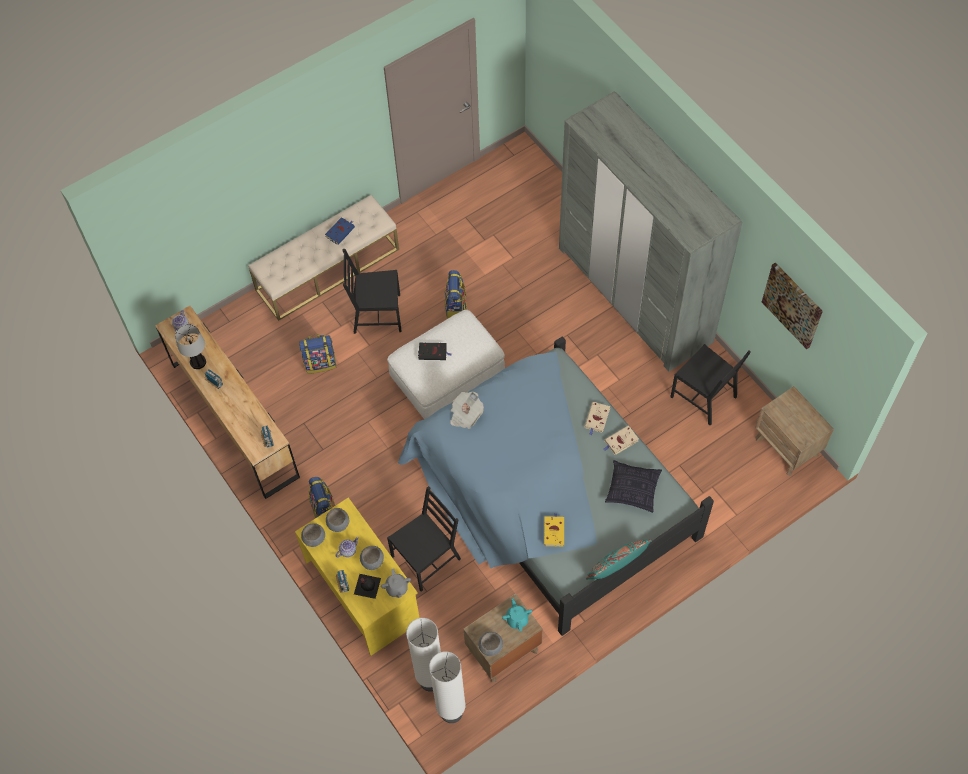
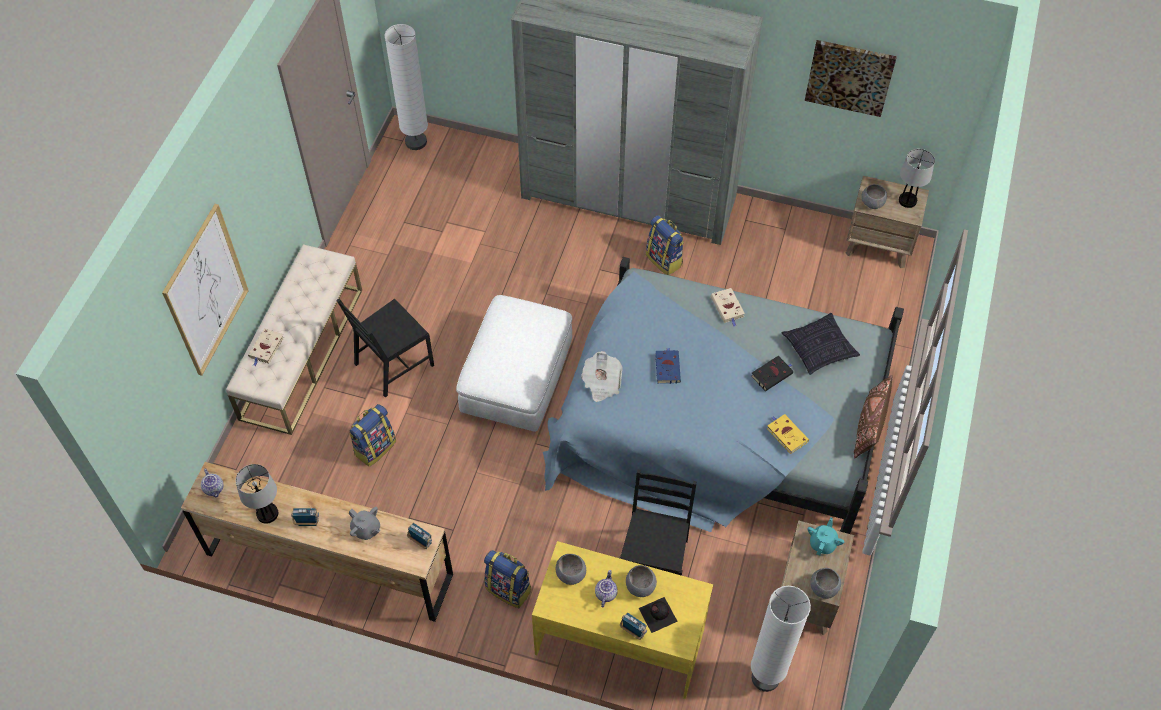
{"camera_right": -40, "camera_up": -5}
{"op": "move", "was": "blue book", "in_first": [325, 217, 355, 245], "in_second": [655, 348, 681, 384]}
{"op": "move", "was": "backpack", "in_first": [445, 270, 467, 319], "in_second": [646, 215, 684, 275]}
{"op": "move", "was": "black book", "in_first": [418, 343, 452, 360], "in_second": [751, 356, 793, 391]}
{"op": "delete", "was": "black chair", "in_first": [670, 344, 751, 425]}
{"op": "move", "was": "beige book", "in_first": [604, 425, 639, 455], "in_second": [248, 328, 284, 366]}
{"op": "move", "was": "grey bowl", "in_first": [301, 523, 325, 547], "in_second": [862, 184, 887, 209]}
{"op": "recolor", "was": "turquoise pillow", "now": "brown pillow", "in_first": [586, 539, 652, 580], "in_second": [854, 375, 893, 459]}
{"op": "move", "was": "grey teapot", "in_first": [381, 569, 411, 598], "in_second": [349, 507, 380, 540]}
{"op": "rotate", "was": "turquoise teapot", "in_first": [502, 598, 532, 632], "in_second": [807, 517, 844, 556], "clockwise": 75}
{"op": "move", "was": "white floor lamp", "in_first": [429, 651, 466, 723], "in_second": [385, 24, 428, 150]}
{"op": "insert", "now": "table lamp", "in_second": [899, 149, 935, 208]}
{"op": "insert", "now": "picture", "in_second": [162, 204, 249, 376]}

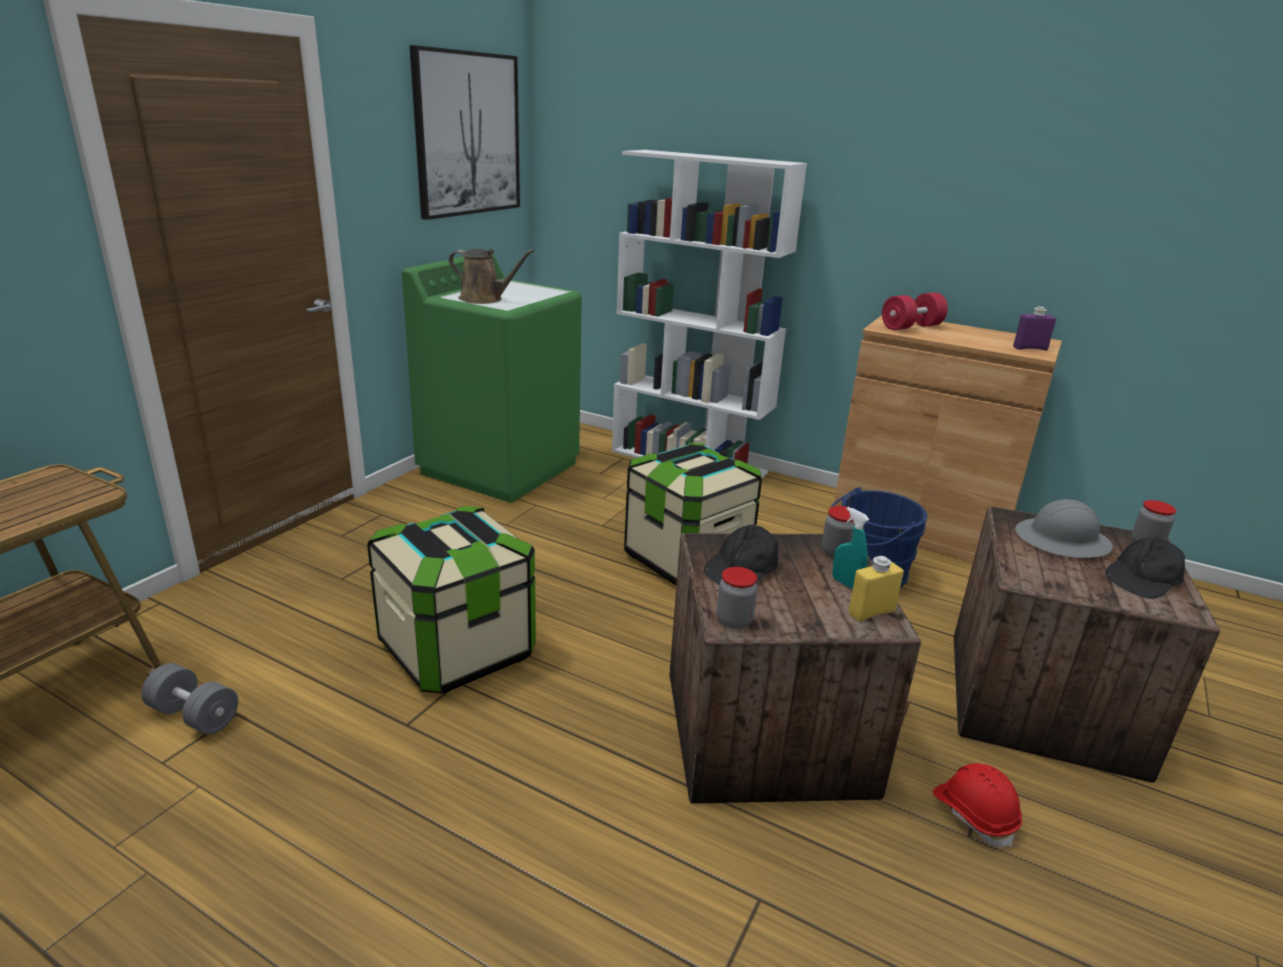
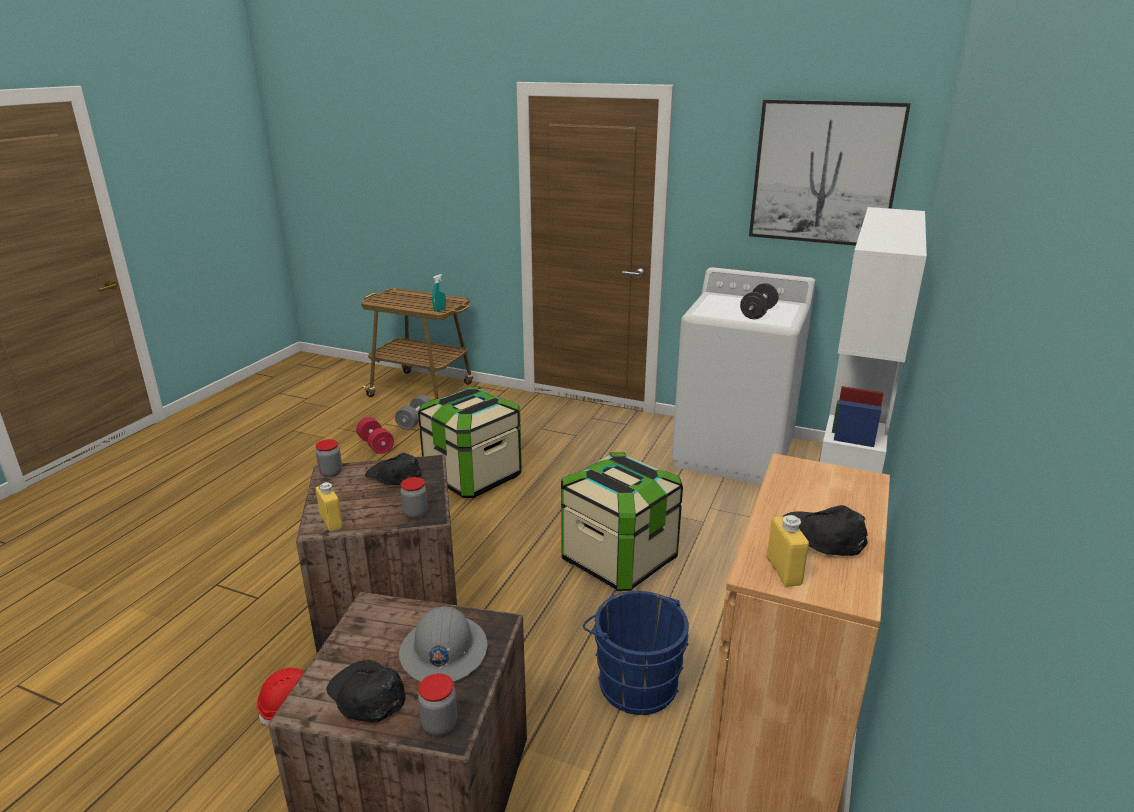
{"camera_right": 85, "camera_up": 0}
{"op": "delete", "was": "brown watering can", "in_first": [449, 249, 535, 304]}
{"op": "recolor", "was": "green washing machine", "now": "white washing machine", "in_first": [402, 254, 582, 502], "in_second": [672, 267, 816, 485]}
{"op": "move", "was": "red dumbbell", "in_first": [882, 293, 948, 330], "in_second": [356, 417, 394, 454]}
{"op": "recolor", "was": "purple bottle", "now": "yellow bottle", "in_first": [1013, 306, 1056, 351], "in_second": [767, 515, 809, 587]}
{"op": "move", "was": "turquoise spray bottle", "in_first": [832, 507, 869, 589], "in_second": [432, 274, 446, 312]}
{"op": "insert", "now": "black dumbbell", "in_second": [740, 283, 778, 319]}
{"op": "insert", "now": "black cap", "in_second": [782, 505, 868, 556]}

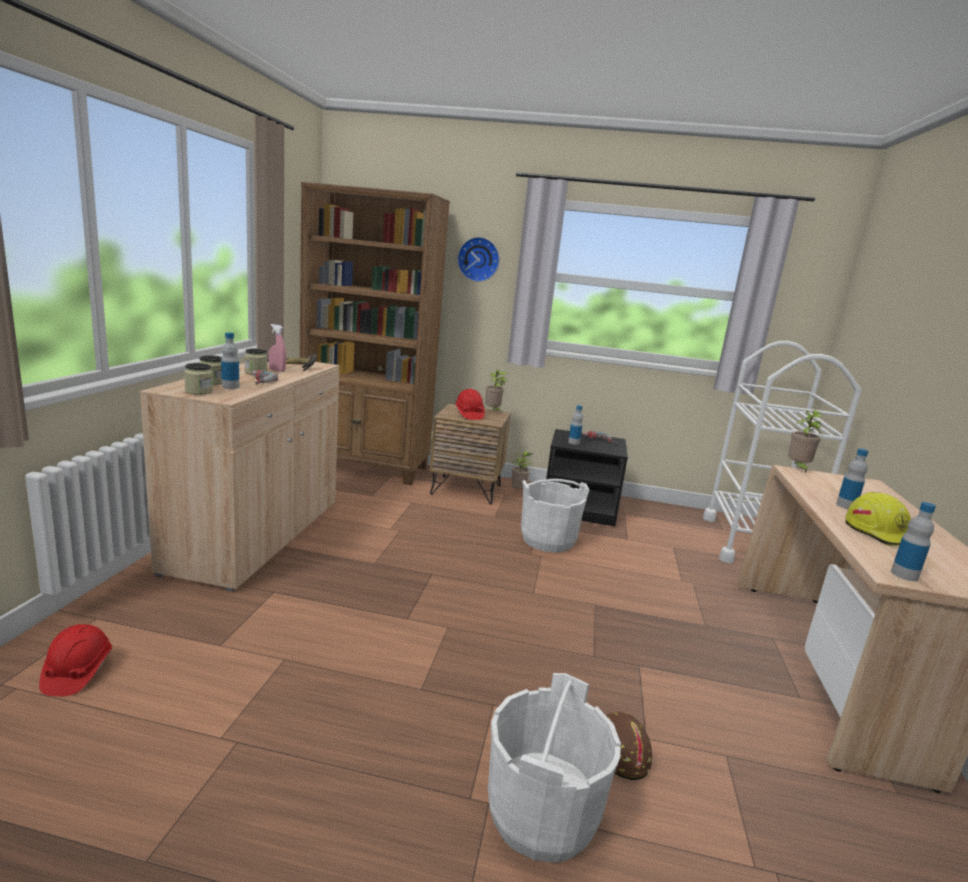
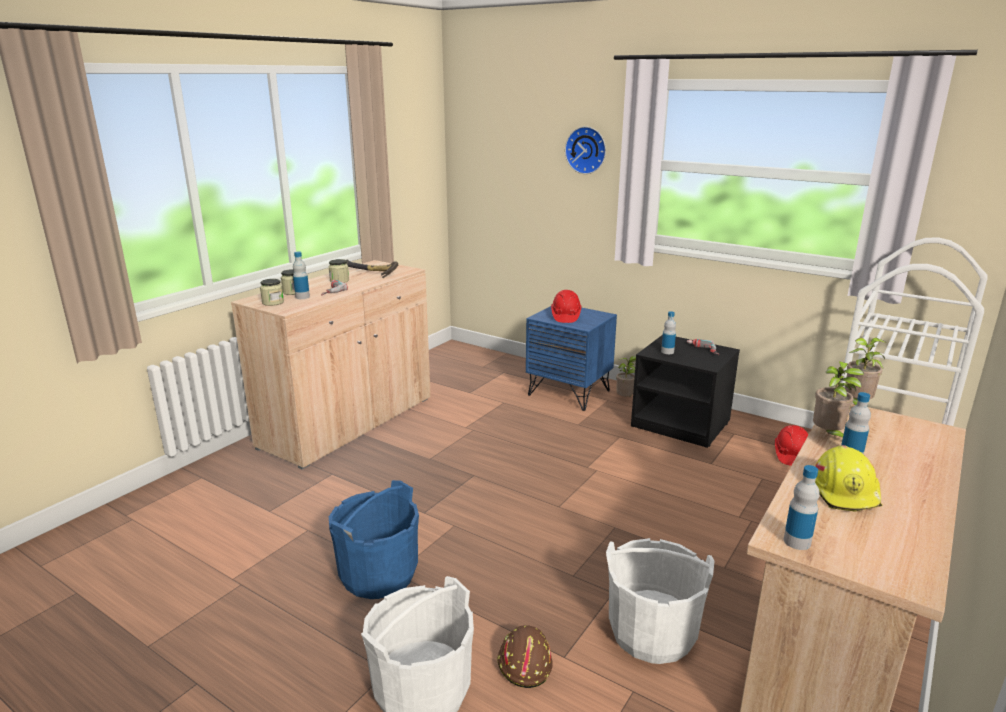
{"camera_right": 25, "camera_up": 5}
{"op": "delete", "was": "brown bookcase", "in_first": [299, 182, 450, 485]}
{"op": "delete", "was": "pink spray bottle", "in_first": [268, 324, 286, 372]}
{"op": "move", "was": "potted plant", "in_first": [485, 370, 508, 412], "in_second": [813, 361, 864, 437]}
{"op": "recolor", "was": "brown nightstand", "now": "blue nightstand", "in_first": [430, 404, 511, 504], "in_second": [526, 306, 617, 411]}
{"op": "move", "was": "white bucket", "in_first": [521, 479, 589, 553], "in_second": [606, 538, 714, 664]}
{"op": "move", "was": "red hard hat", "in_first": [39, 624, 112, 697], "in_second": [775, 425, 808, 466]}
{"op": "insert", "now": "blue bucket", "in_second": [329, 480, 419, 599]}

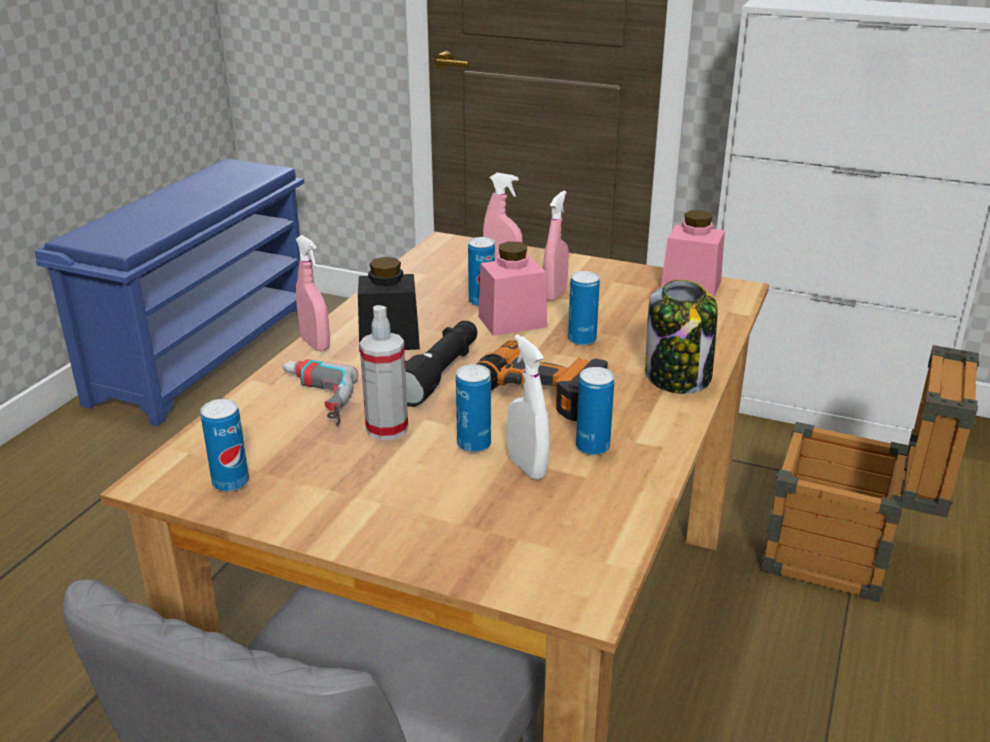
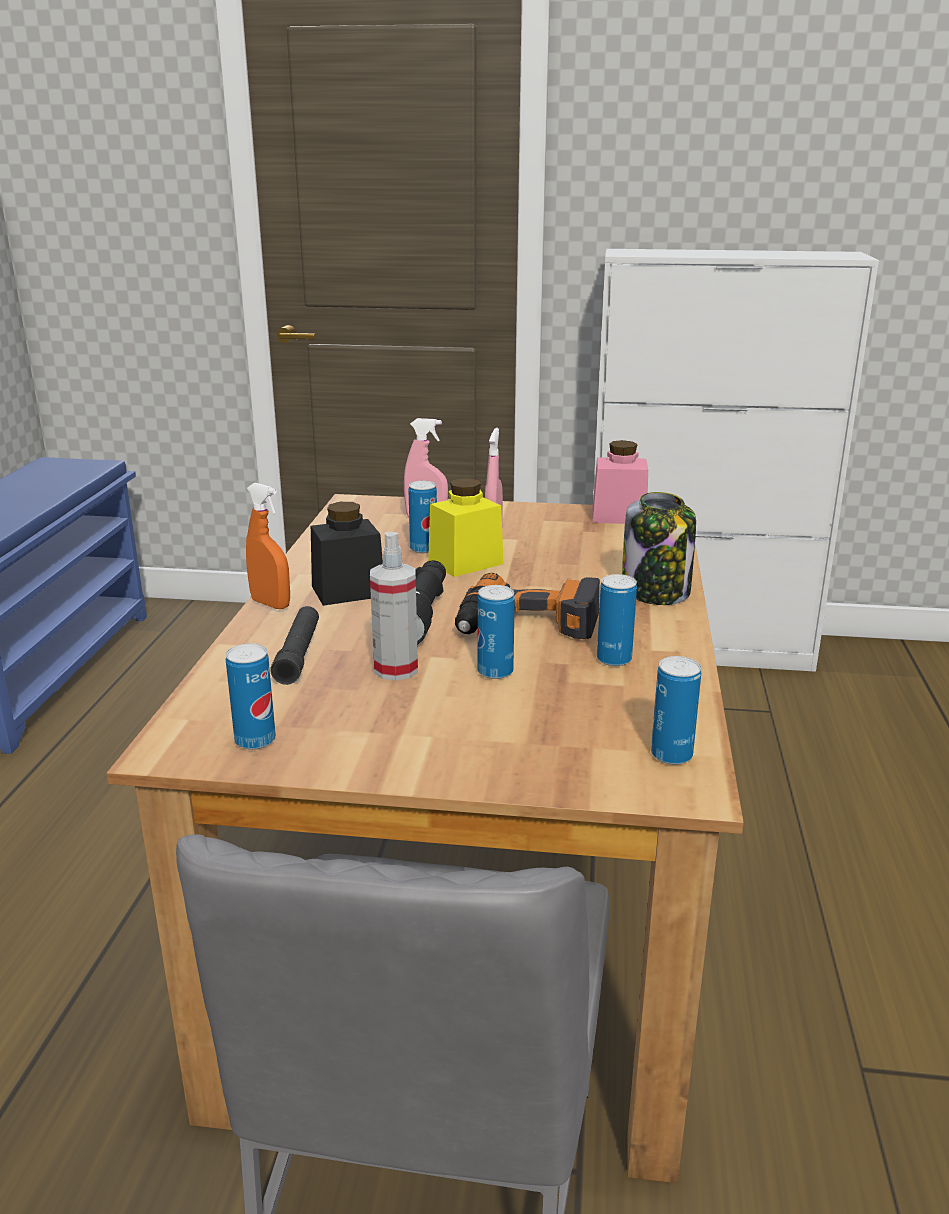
{"camera_right": -15, "camera_up": -5}
{"op": "recolor", "was": "pink spray bottle", "now": "orange spray bottle", "in_first": [296, 235, 330, 351], "in_second": [246, 483, 290, 609]}
{"op": "recolor", "was": "pink jar", "now": "yellow jar", "in_first": [478, 242, 547, 336], "in_second": [428, 478, 504, 577]}
{"op": "move", "was": "can", "in_first": [568, 271, 600, 346], "in_second": [651, 656, 701, 765]}
{"op": "delete", "was": "white spray bottle", "in_first": [507, 334, 550, 480]}
{"op": "delete", "was": "crate", "in_first": [762, 345, 980, 602]}
{"op": "replace", "was": "power drill", "now": "black flashlight", "in_first": [282, 359, 358, 426], "in_second": [270, 606, 319, 685]}

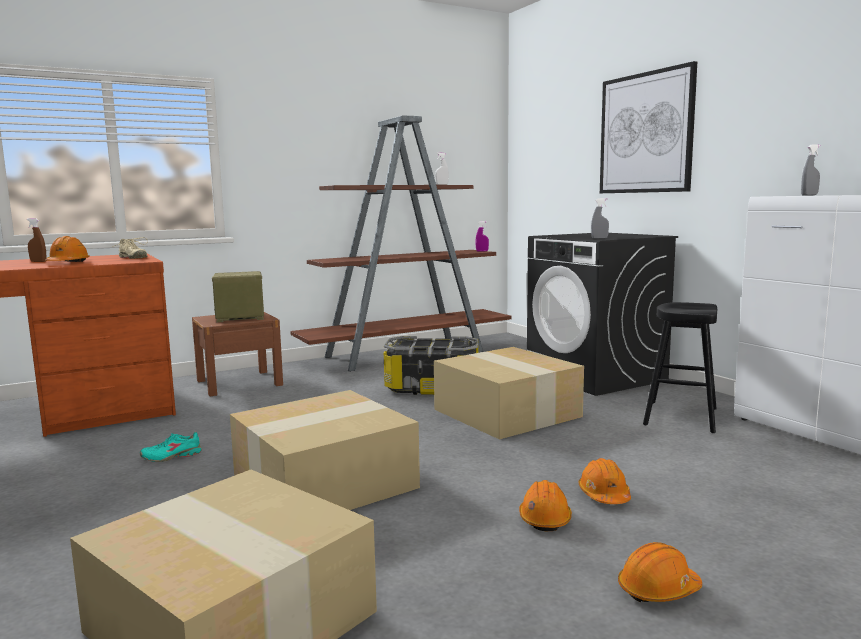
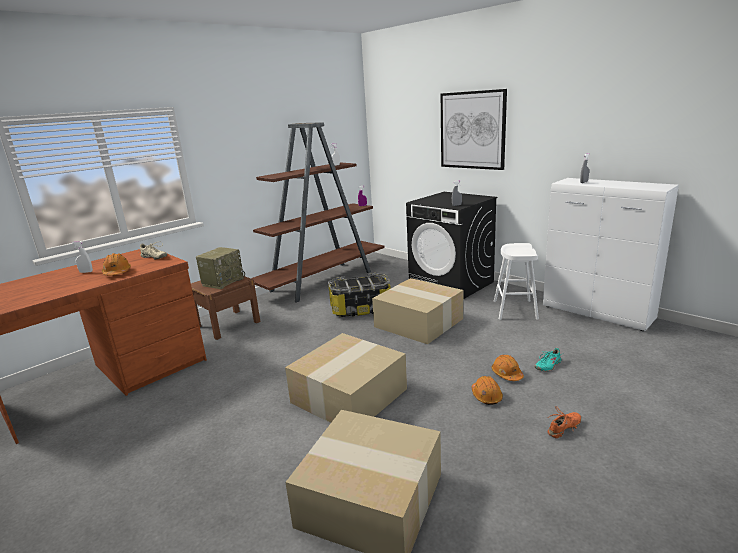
{"camera_right": -15, "camera_up": 10}
{"op": "recolor", "was": "brown spray bottle", "now": "white spray bottle", "in_first": [27, 218, 47, 262], "in_second": [72, 241, 93, 273]}
{"op": "rotate", "was": "radio", "in_first": [212, 271, 264, 322], "in_second": [196, 247, 245, 289], "clockwise": 150}
{"op": "recolor", "was": "black stool", "now": "white stool", "in_first": [643, 302, 717, 433], "in_second": [494, 243, 539, 320]}
{"op": "move", "was": "turquoise shoe", "in_first": [140, 431, 202, 462], "in_second": [534, 348, 562, 371]}
{"op": "replace", "was": "orange hard hat", "now": "orange shoe", "in_first": [618, 542, 702, 602], "in_second": [547, 406, 582, 439]}

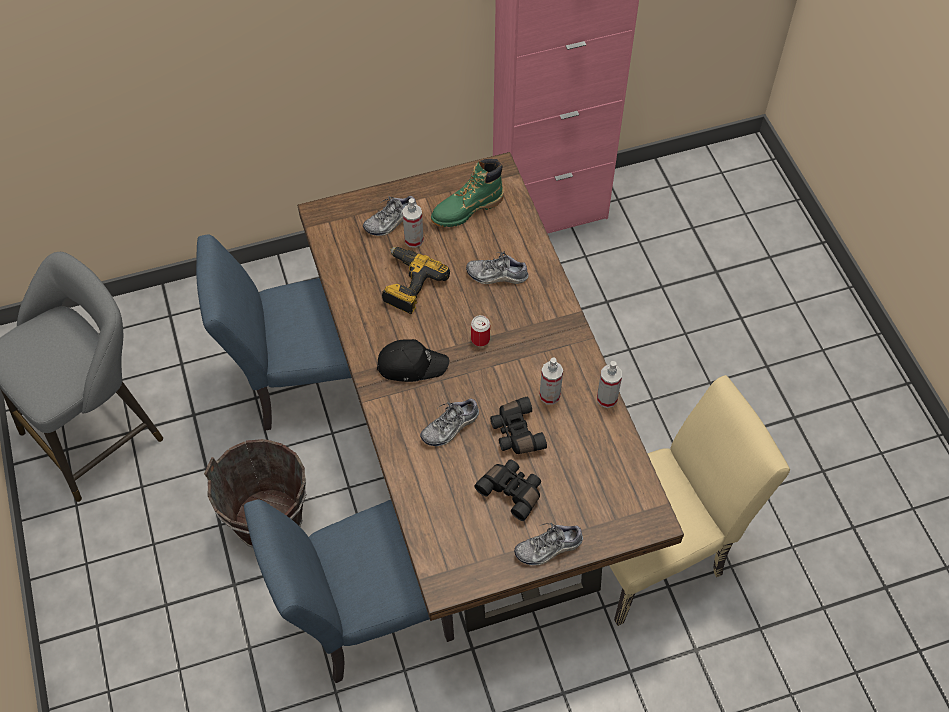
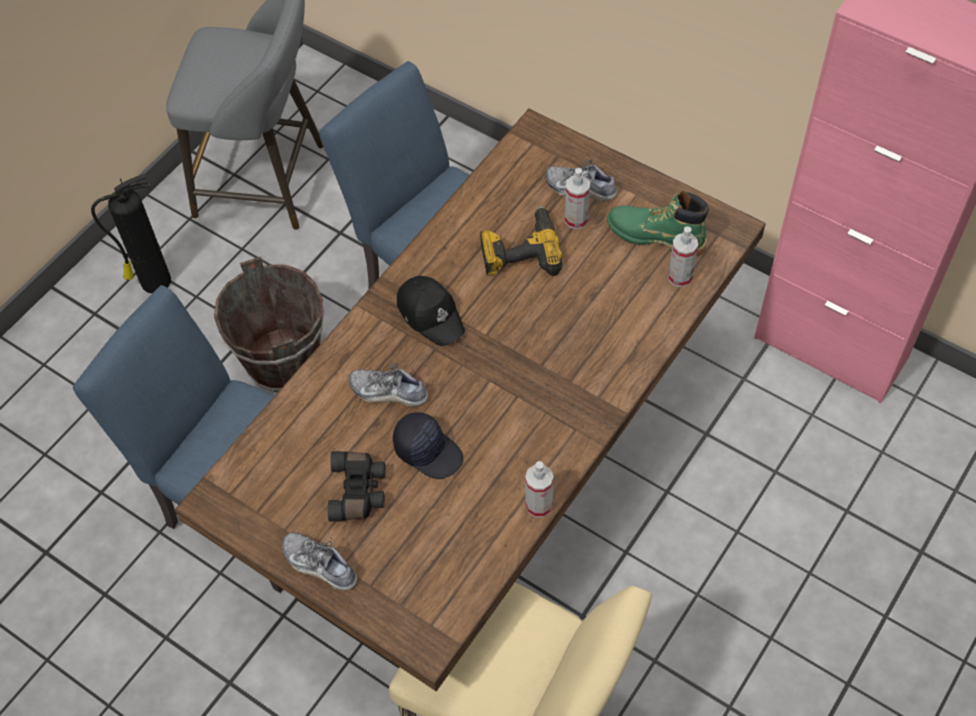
{"camera_right": 55, "camera_up": 0}
{"op": "delete", "was": "shoe", "in_first": [466, 251, 528, 284]}
{"op": "delete", "was": "can", "in_first": [471, 315, 490, 347]}
{"op": "move", "was": "spray bottle", "in_first": [539, 358, 563, 405], "in_second": [668, 226, 698, 287]}
{"op": "replace", "was": "black binoculars", "now": "black cap", "in_first": [490, 396, 547, 454], "in_second": [393, 412, 463, 479]}
{"op": "insert", "now": "fire extinguisher", "in_second": [91, 174, 171, 293]}

